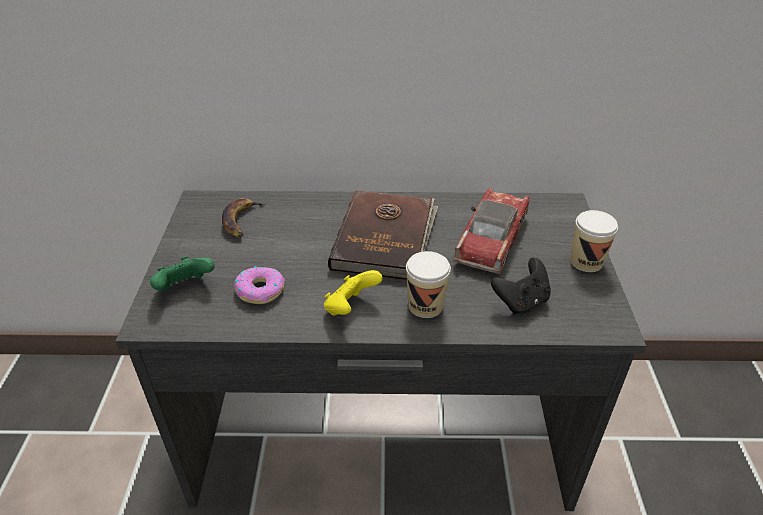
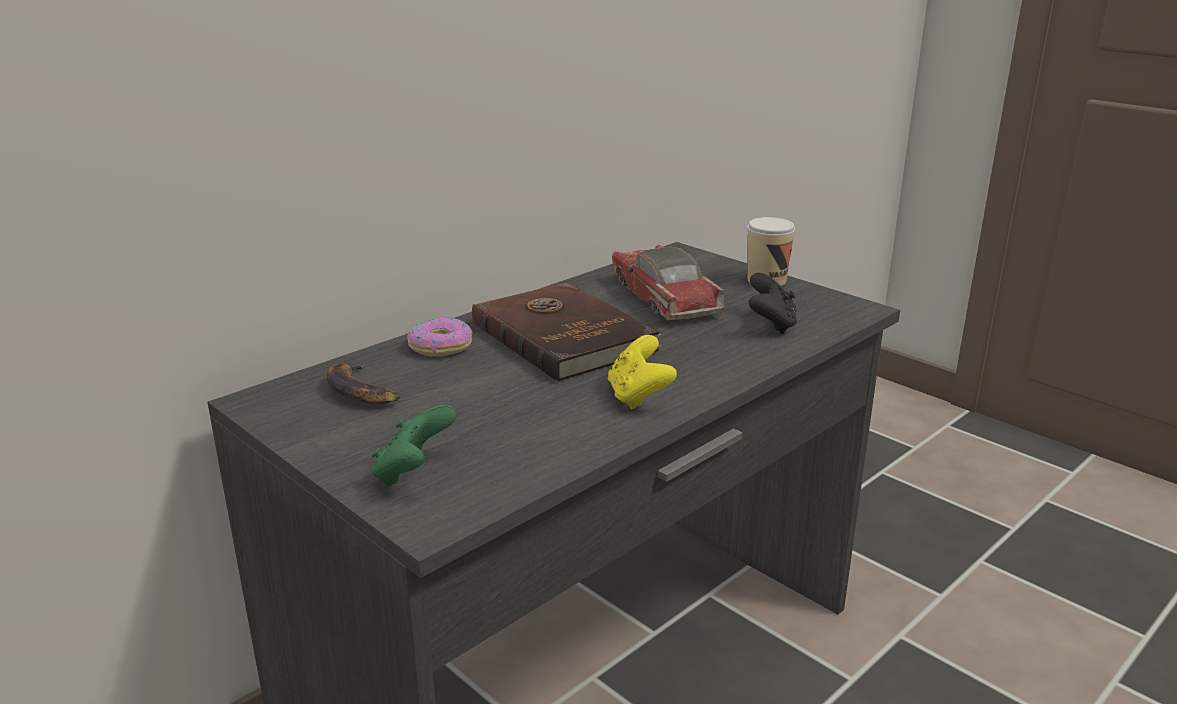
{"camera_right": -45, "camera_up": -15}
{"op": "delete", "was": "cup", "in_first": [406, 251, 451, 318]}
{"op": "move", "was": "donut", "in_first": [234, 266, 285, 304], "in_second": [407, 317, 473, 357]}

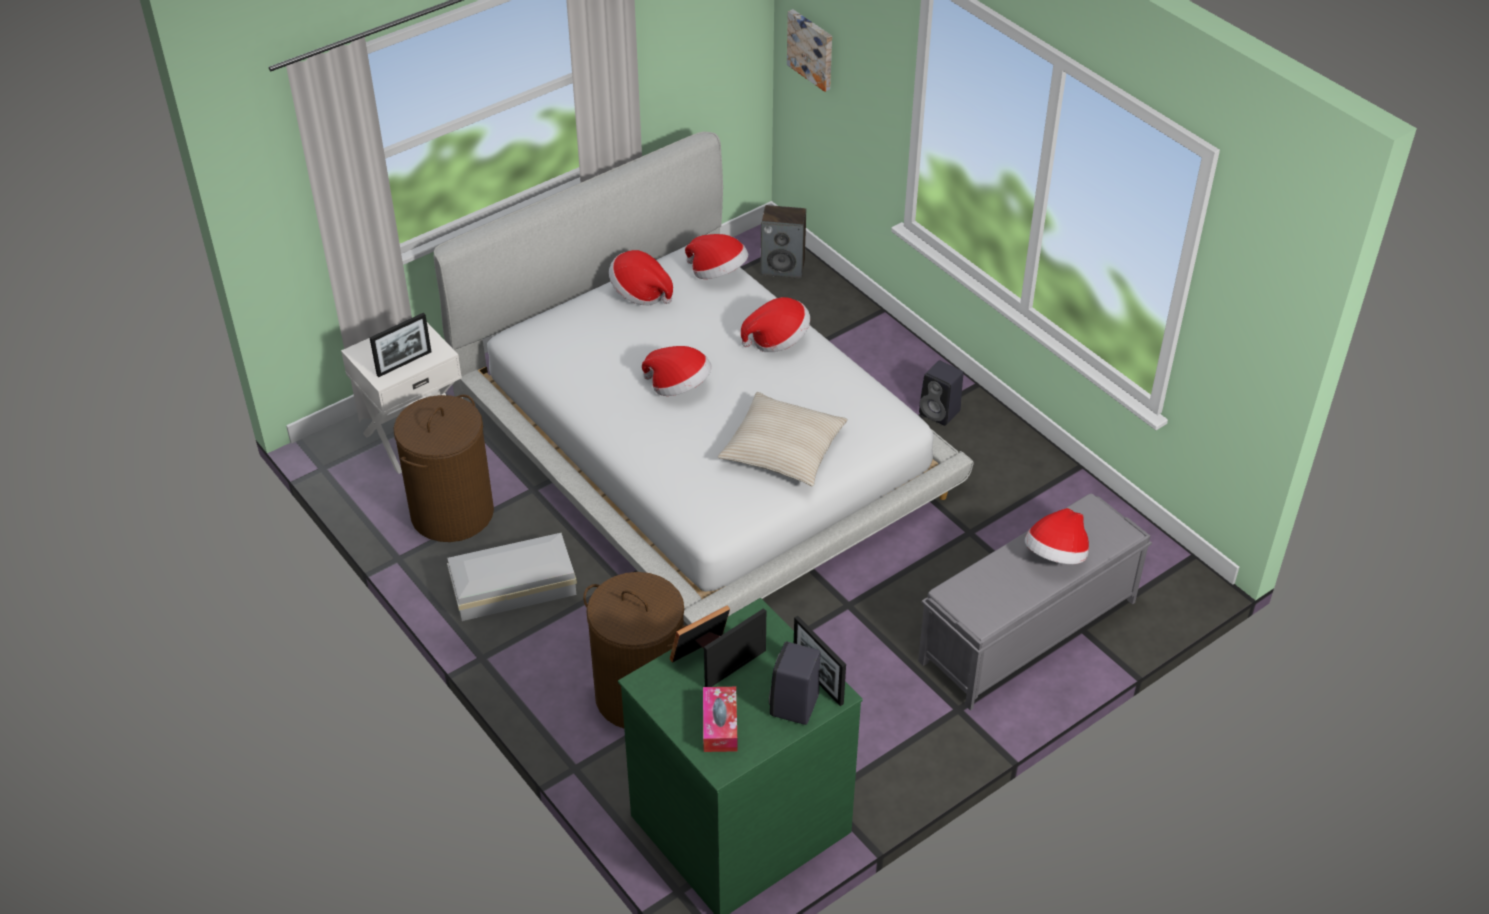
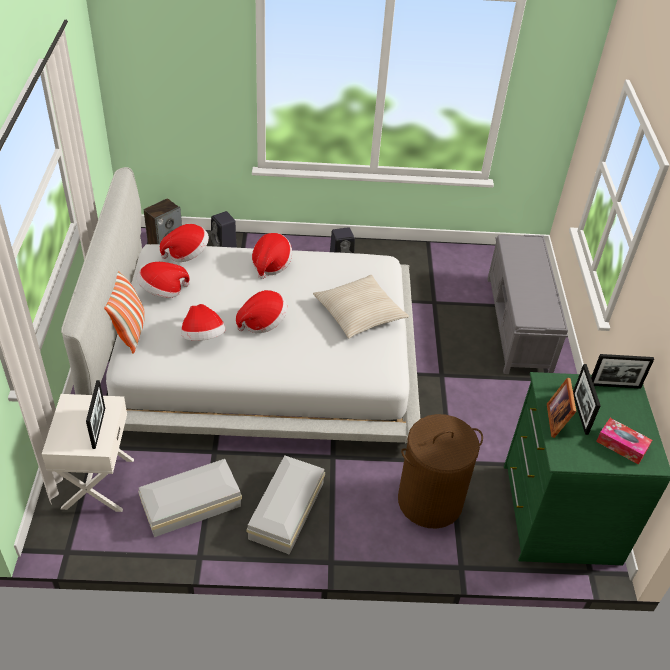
{"camera_right": -55, "camera_up": 0}
{"op": "delete", "was": "picture", "in_first": [787, 9, 832, 92]}
{"op": "replace", "was": "brown laundry basket", "now": "white storage box", "in_first": [394, 394, 494, 542], "in_second": [138, 459, 242, 537]}
{"op": "move", "was": "hat", "in_first": [1025, 508, 1089, 564], "in_second": [181, 304, 226, 341]}
{"op": "move", "was": "black speaker", "in_first": [769, 642, 821, 725], "in_second": [210, 211, 237, 248]}
{"op": "insert", "now": "pillow", "in_second": [104, 271, 145, 354]}

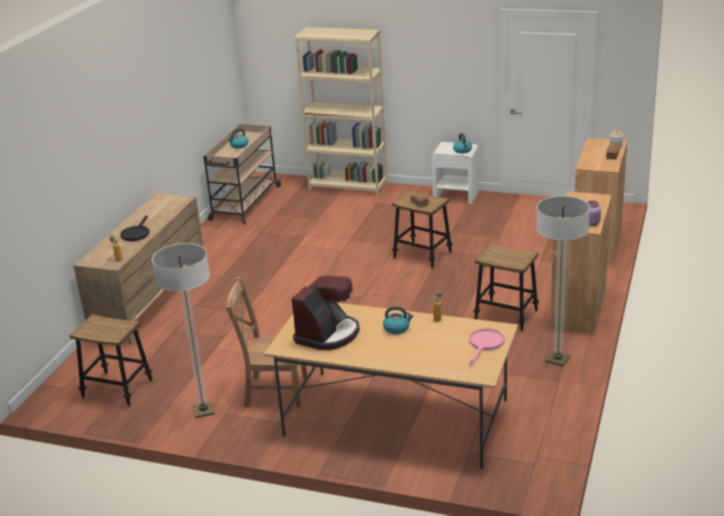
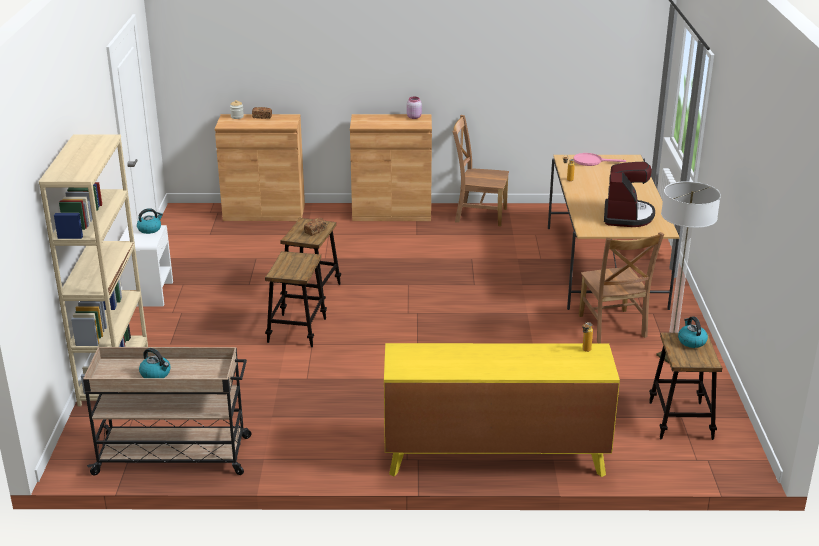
{"camera_right": -110, "camera_up": 0}
{"op": "recolor", "was": "brown dresser", "now": "yellow dresser", "in_first": [74, 193, 203, 346], "in_second": [384, 343, 620, 477]}
{"op": "replace", "was": "floor lamp", "now": "brown chair", "in_first": [536, 196, 590, 366], "in_second": [452, 115, 509, 226]}
{"op": "delete", "was": "black frying pan", "in_first": [120, 215, 149, 241]}
{"op": "move", "was": "stool", "in_first": [473, 244, 539, 331], "in_second": [265, 251, 327, 347]}
{"op": "rotate", "was": "coffee machine", "in_first": [292, 276, 360, 350], "in_second": [604, 162, 655, 227], "clockwise": 90}
{"op": "move", "was": "kettle", "in_first": [383, 306, 413, 334], "in_second": [678, 316, 708, 348]}

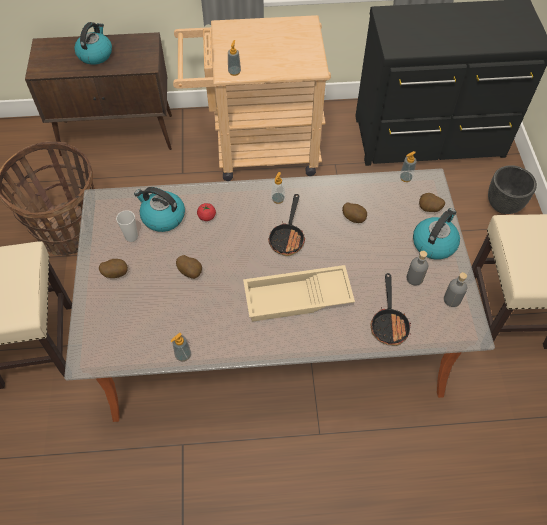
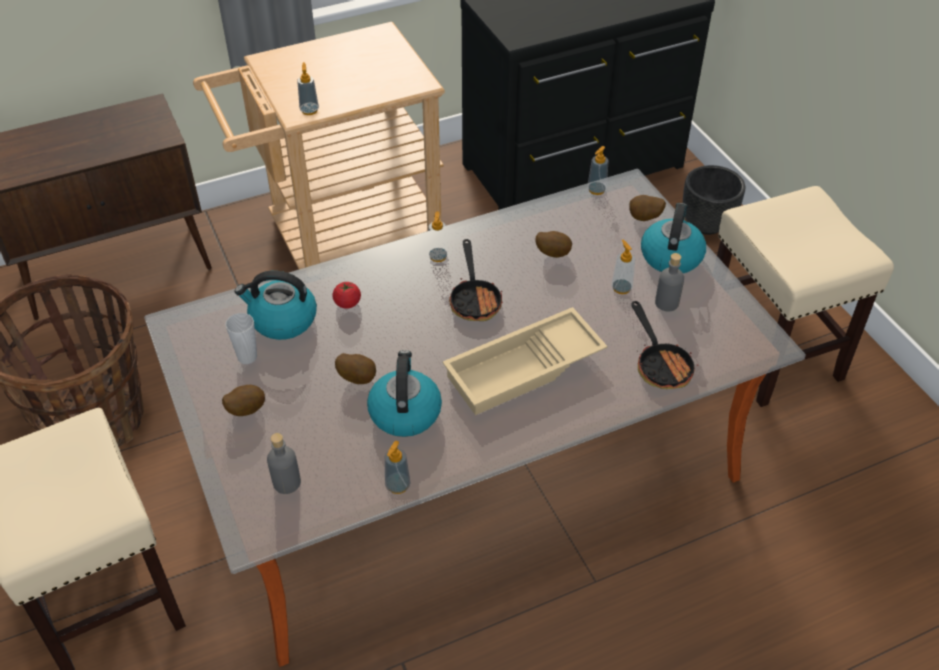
{"camera_right": -20, "camera_up": -10}
{"op": "move", "was": "kettle", "in_first": [74, 22, 112, 65], "in_second": [367, 350, 442, 437]}
{"op": "move", "was": "grey bottle", "in_first": [444, 272, 467, 307], "in_second": [267, 433, 301, 494]}
{"op": "insert", "now": "soap dispenser", "in_second": [611, 240, 635, 294]}

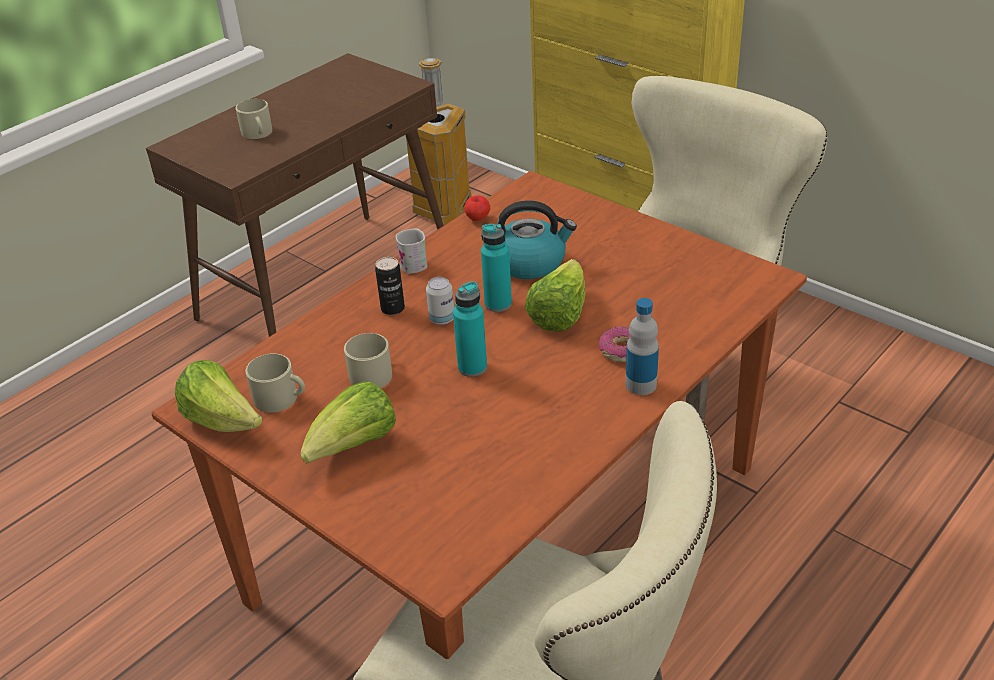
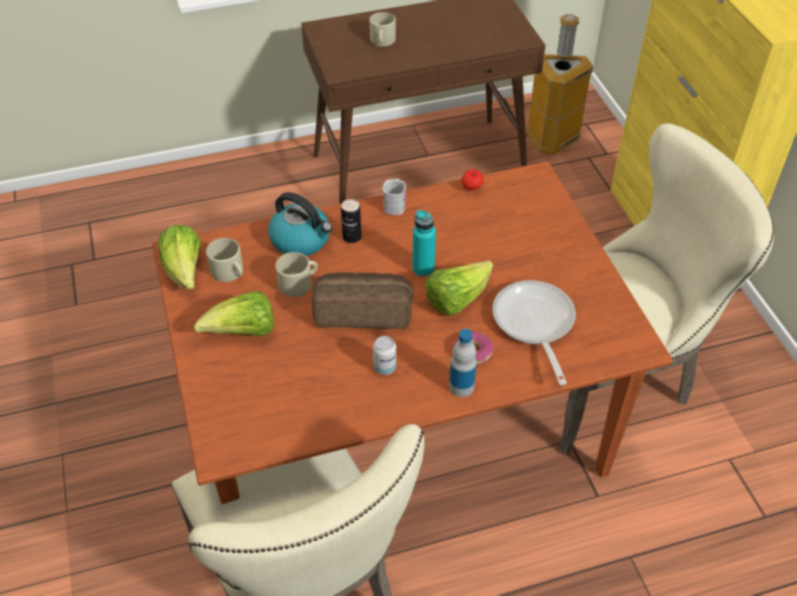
{"camera_right": 30, "camera_up": 10}
{"op": "move", "was": "kettle", "in_first": [497, 200, 577, 279], "in_second": [268, 192, 332, 256]}
{"op": "move", "was": "can", "in_first": [426, 277, 454, 325], "in_second": [373, 336, 396, 375]}
{"op": "replace", "was": "turquoise bottle", "now": "bread", "in_first": [453, 281, 487, 377], "in_second": [312, 272, 413, 329]}
{"op": "insert", "now": "frying pan", "in_second": [492, 280, 576, 385]}

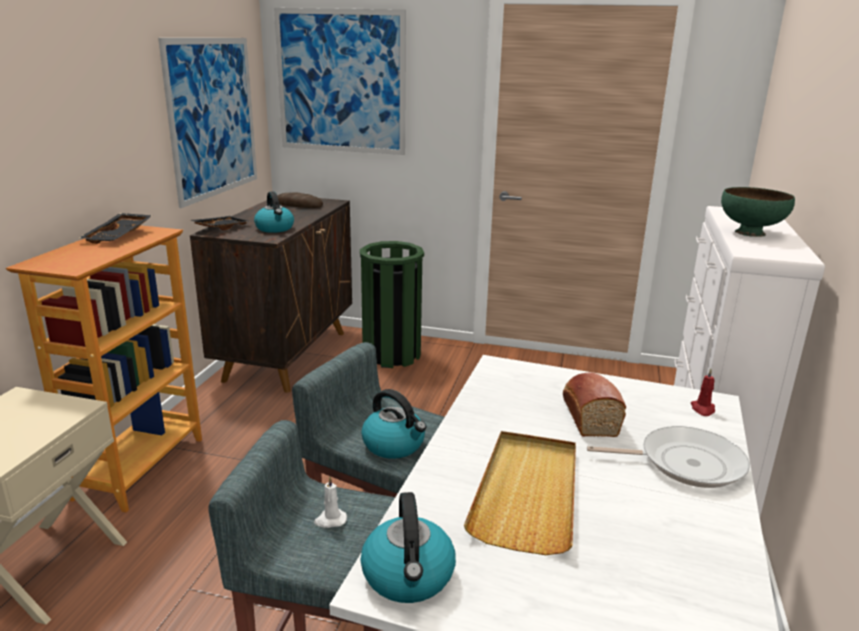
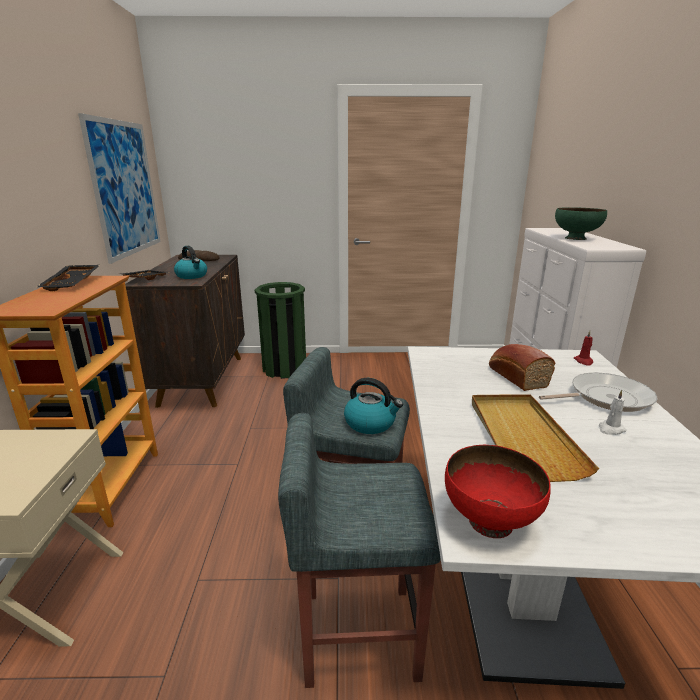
{"camera_right": -15, "camera_up": 0}
{"op": "delete", "was": "picture", "in_first": [274, 8, 406, 155]}
{"op": "move", "was": "white candle", "in_first": [314, 476, 347, 528], "in_second": [599, 390, 626, 435]}
{"op": "replace", "was": "kettle", "now": "red bowl", "in_first": [361, 492, 456, 603], "in_second": [445, 445, 551, 538]}

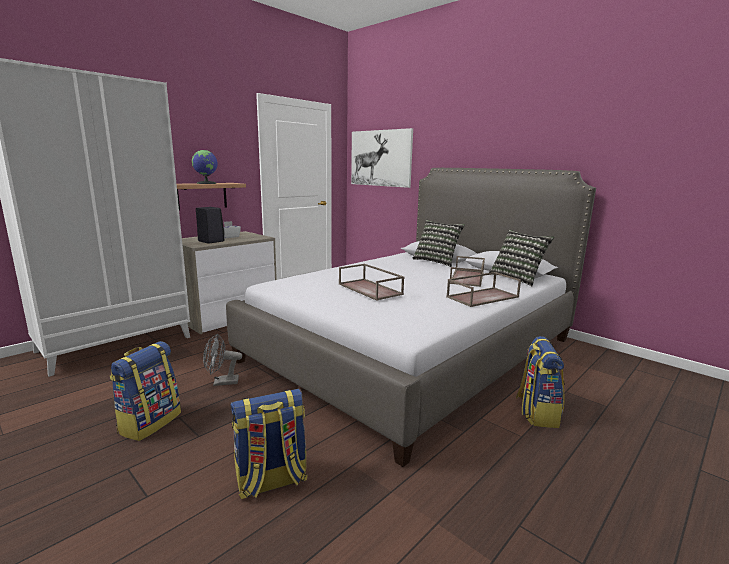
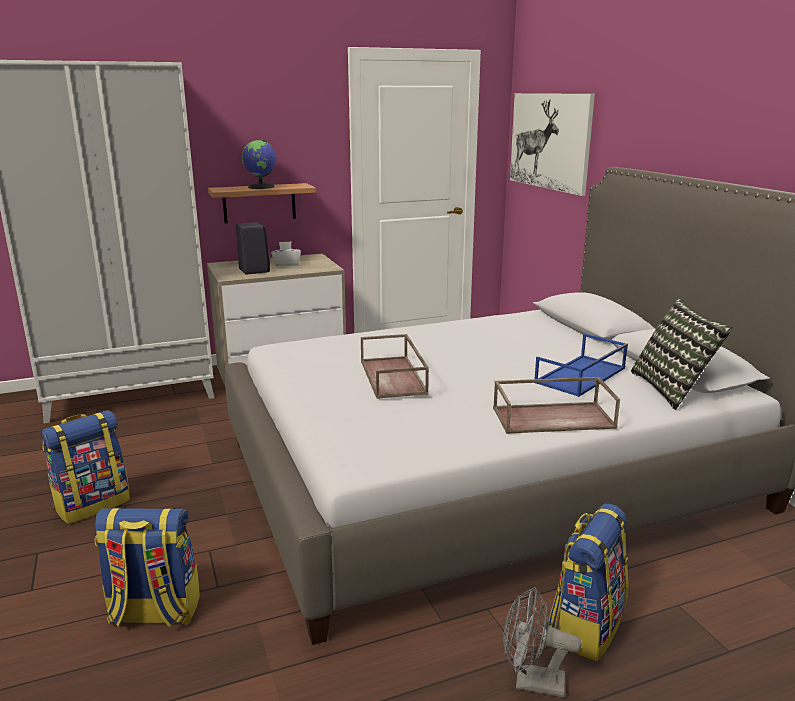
{"camera_right": 25, "camera_up": 5}
{"op": "delete", "was": "pillow", "in_first": [412, 220, 465, 267]}
{"op": "recolor", "was": "brown tray", "now": "blue tray", "in_first": [450, 256, 485, 287], "in_second": [535, 333, 628, 397]}
{"op": "move", "was": "grey fan", "in_first": [203, 334, 242, 386], "in_second": [503, 587, 582, 697]}

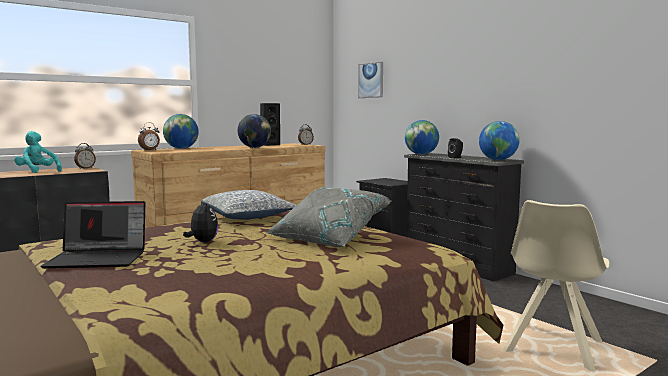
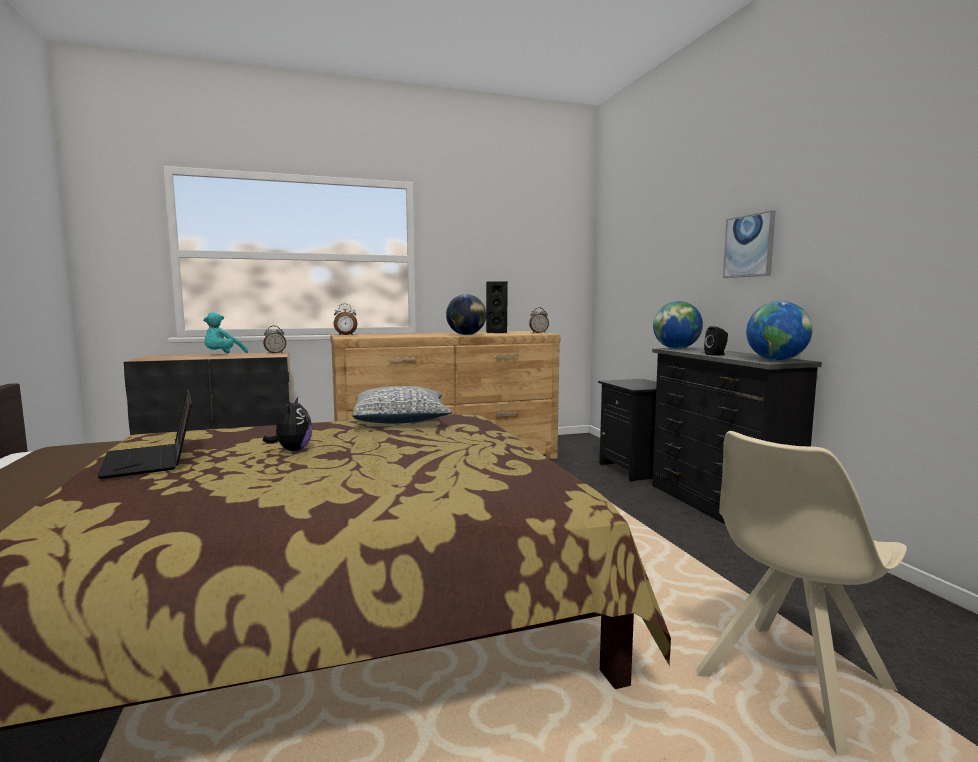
{"camera_right": 20, "camera_up": 0}
{"op": "move", "was": "picture", "in_first": [358, 62, 383, 98], "in_second": [723, 210, 775, 278]}
{"op": "delete", "was": "globe", "in_first": [163, 114, 199, 149]}
{"op": "rotate", "was": "turquoise plush toy", "in_first": [14, 131, 62, 173], "in_second": [203, 312, 248, 353], "clockwise": -120}
{"op": "delete", "was": "grey pillow", "in_first": [266, 187, 391, 247]}
{"op": "rotate", "was": "laptop", "in_first": [40, 201, 145, 269], "in_second": [97, 389, 192, 479], "clockwise": 45}

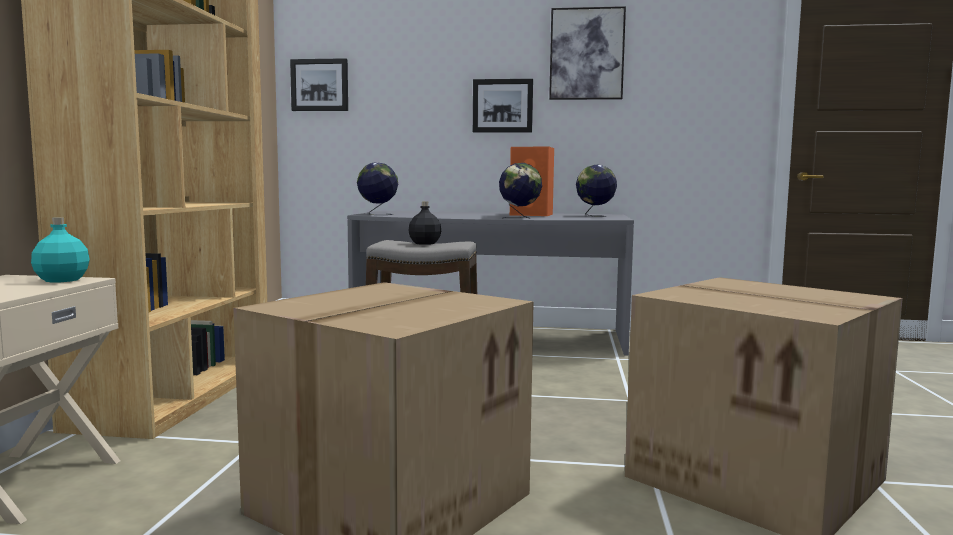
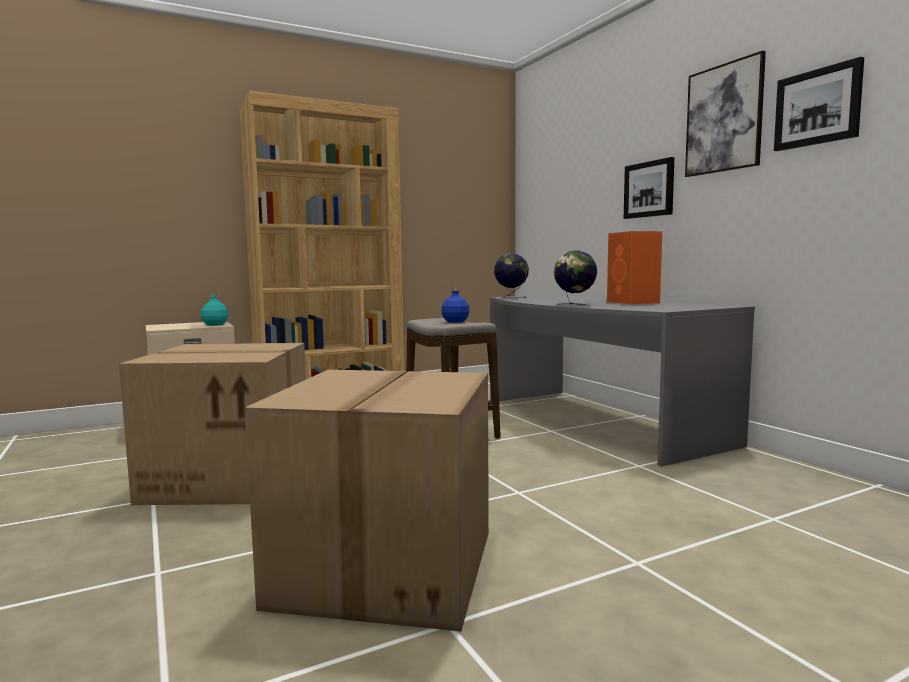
{"camera_right": 55, "camera_up": 0}
{"op": "move", "was": "picture", "in_first": [290, 58, 348, 111], "in_second": [774, 57, 864, 151]}
{"op": "delete", "was": "globe", "in_first": [576, 165, 617, 217]}
{"op": "recolor", "was": "black bottle", "now": "blue bottle", "in_first": [409, 201, 441, 245], "in_second": [441, 287, 470, 323]}

